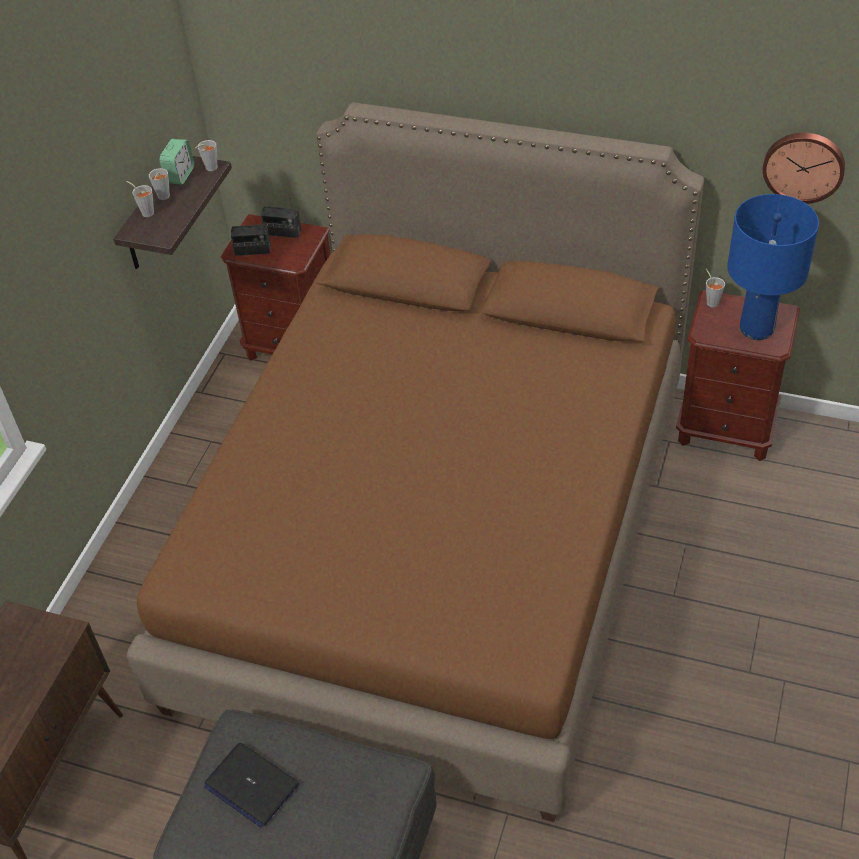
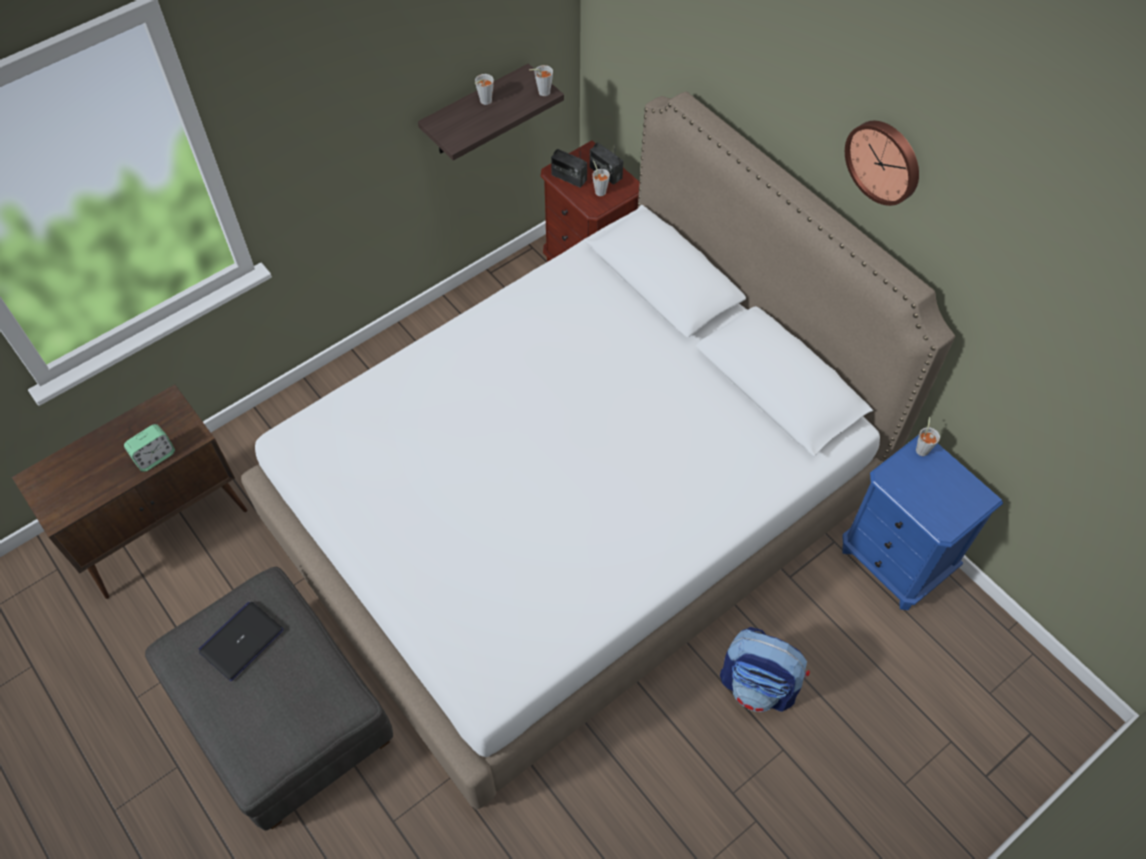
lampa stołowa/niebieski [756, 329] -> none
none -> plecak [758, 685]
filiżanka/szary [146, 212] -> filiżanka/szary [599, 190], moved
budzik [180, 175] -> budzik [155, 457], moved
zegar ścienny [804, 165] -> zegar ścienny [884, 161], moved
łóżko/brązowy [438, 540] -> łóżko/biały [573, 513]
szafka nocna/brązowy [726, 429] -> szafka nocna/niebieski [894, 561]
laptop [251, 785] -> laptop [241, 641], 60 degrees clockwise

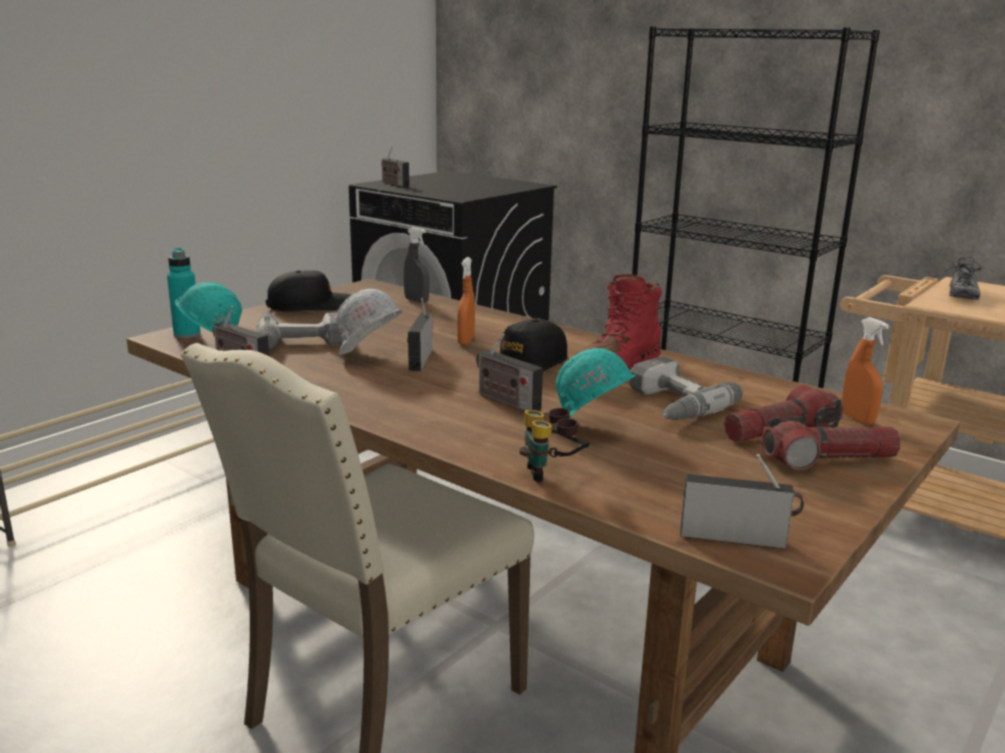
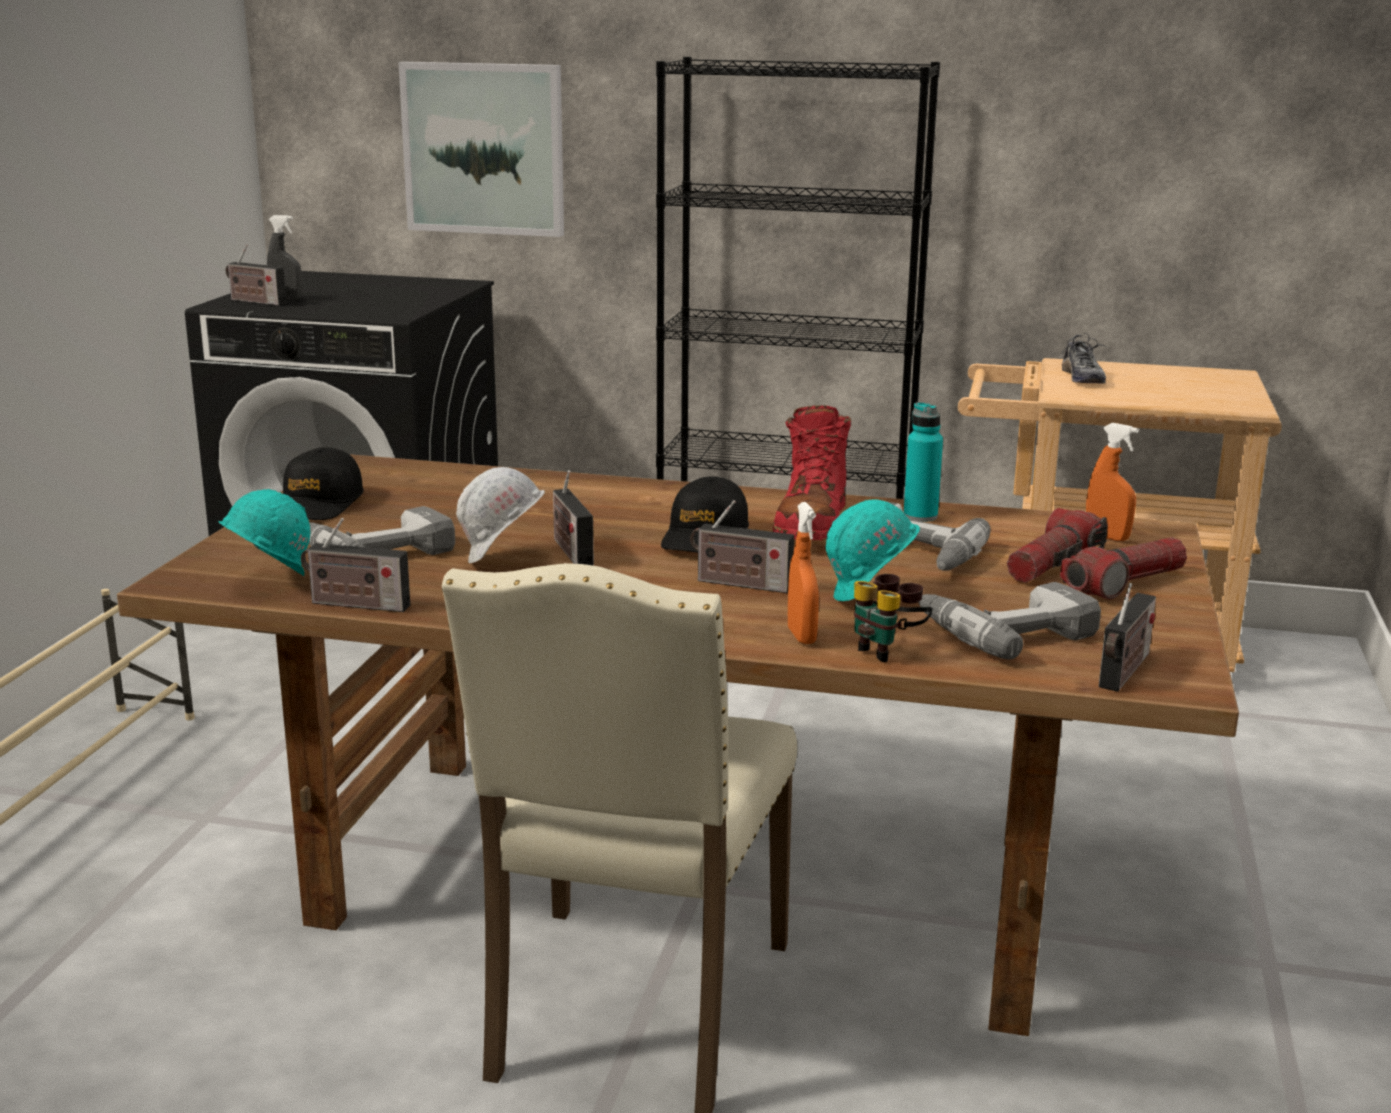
none -> obraz [484, 149]
none -> wiertarka [1004, 630]
butelka/turkusowy [187, 334] -> butelka/turkusowy [920, 516], moved
spryskiwacz/szary [416, 300] -> spryskiwacz/szary [286, 299], moved
spryskiwacz/pomarańczowy [466, 341] -> spryskiwacz/pomarańczowy [801, 636], moved
czapka z daszkiem/czarny [310, 305] -> czapka z daszkiem/czarny [318, 505], 150 degrees clockwise
radio [737, 537] -> radio [1124, 672], 135 degrees clockwise

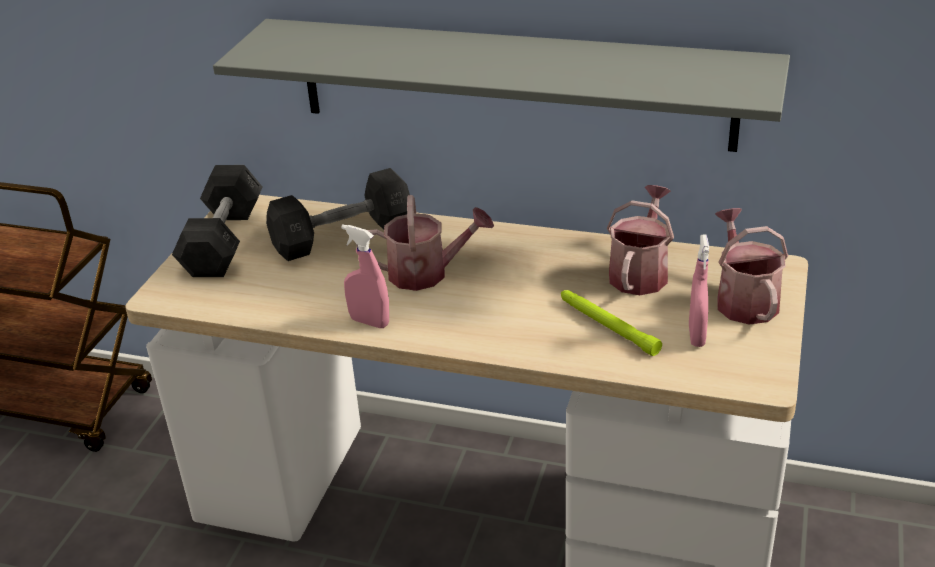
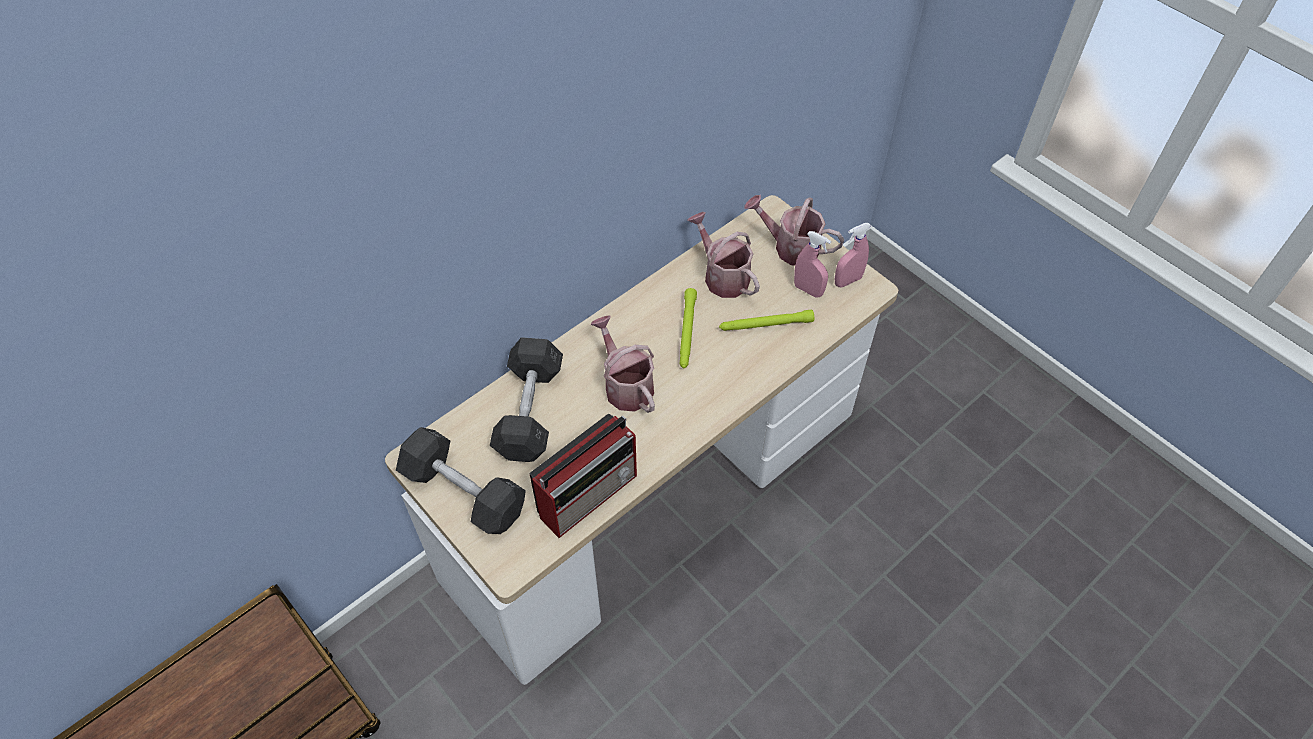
półka/szary [512, 83] -> none
none -> radio [589, 494]
none -> latarka/zielony [687, 332]
spryskiwacz/różowy [369, 322] -> spryskiwacz/różowy [847, 281], moved
konewka [426, 273] -> konewka [625, 385], 60 degrees counterclockwise

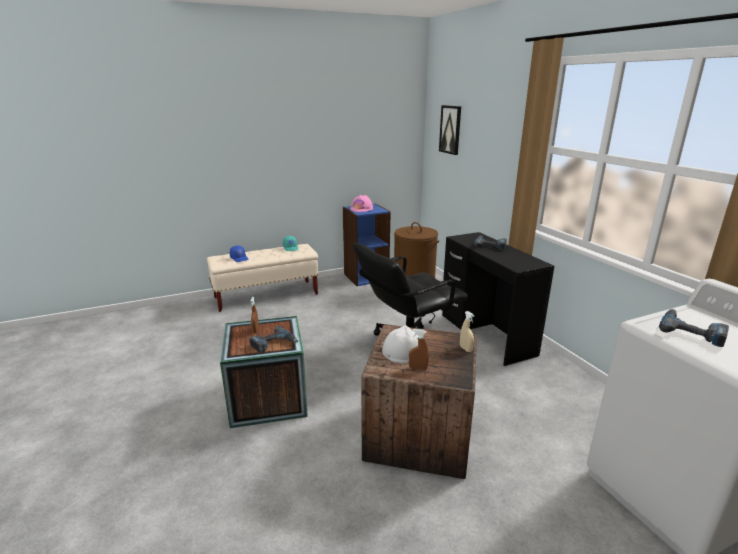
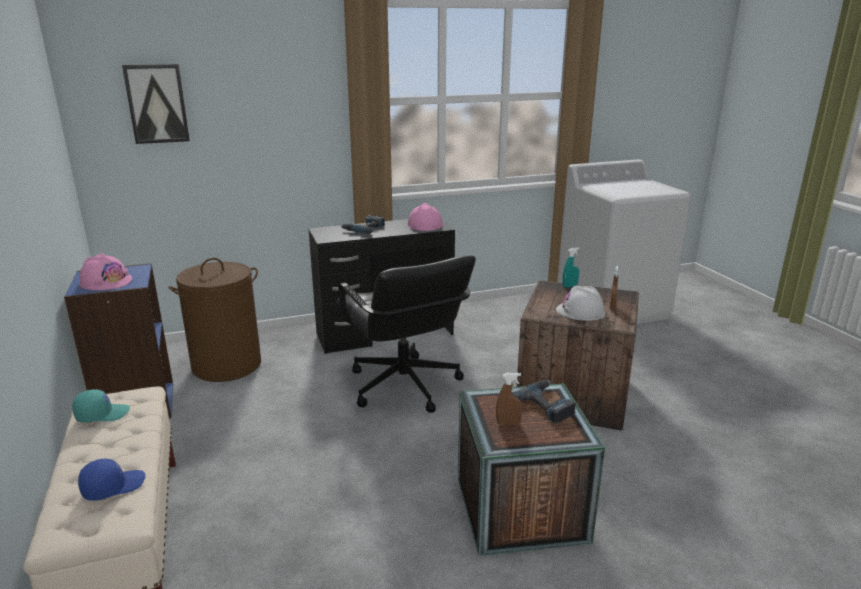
wiertarka [691, 331] -> none
none -> kask/różowy [424, 225]
spryskiwacz/beżowy [465, 349] -> spryskiwacz/turkusowy [569, 286]

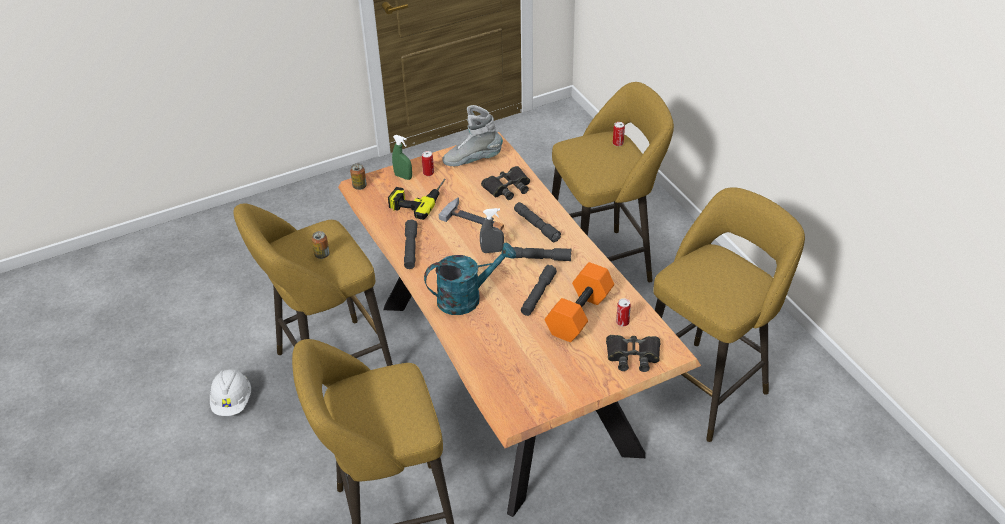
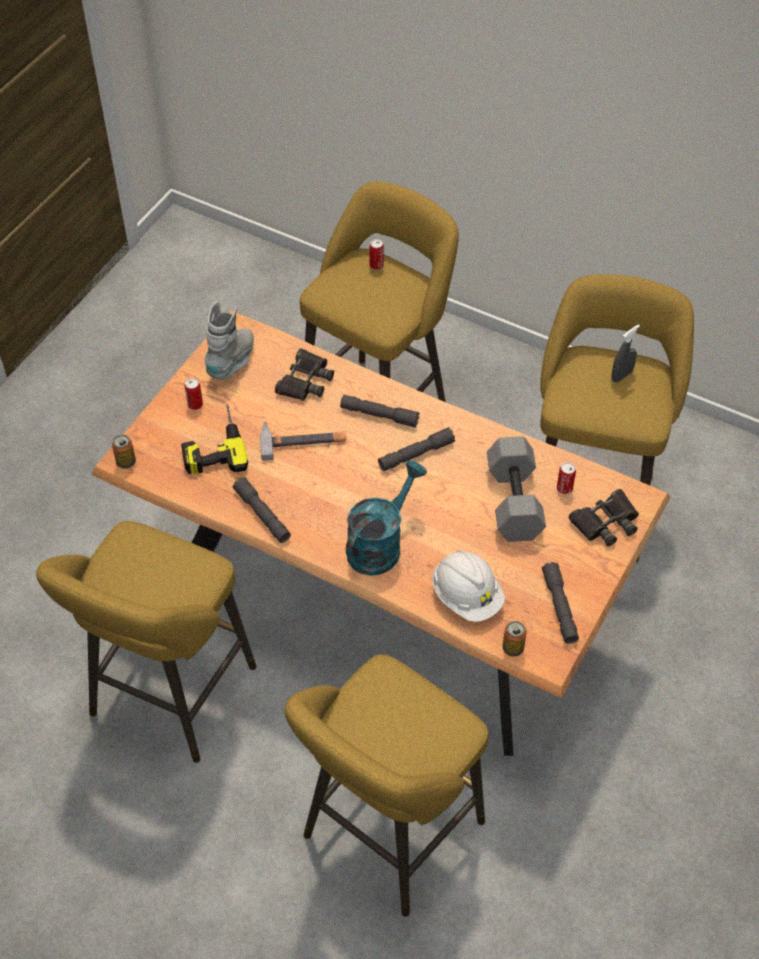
spryskiwacz/zielony [403, 176] -> none
kask/biały [232, 401] -> kask/biały [467, 596], moved
puszka [322, 255] -> puszka [513, 648], moved
spryskiwacz/szary [492, 251] -> spryskiwacz/szary [621, 376], moved
latarka/szary [538, 294] -> latarka/szary [559, 607], moved
hantel/pomarańczowy [578, 313] -> hantel/szary [512, 501]
but z cholewką/szary [472, 160] -> but z cholewką/szary [233, 362], 150 degrees clockwise

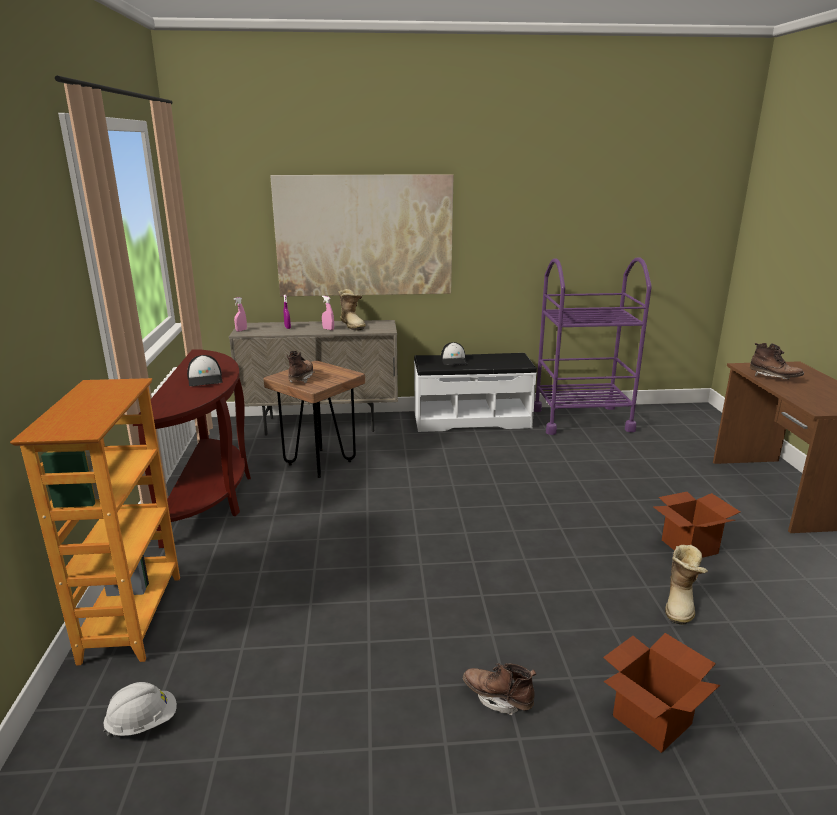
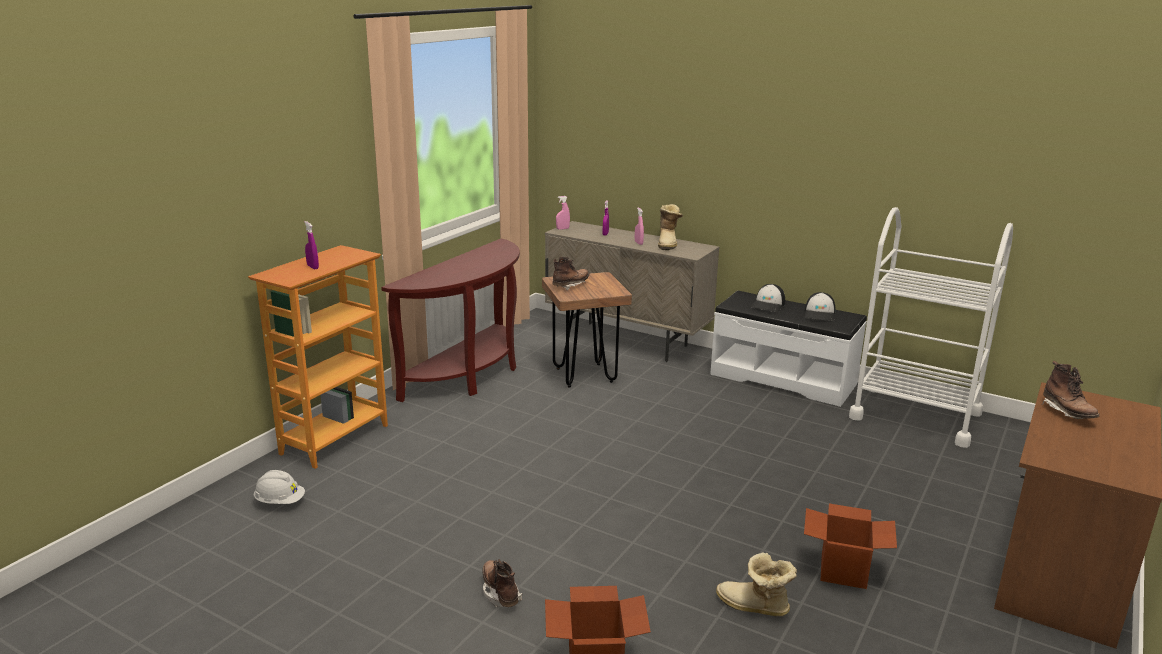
obraz [364, 236] -> none
none -> spryskiwacz/fioletowy [313, 267]
czapka z daszkiem [205, 379] -> czapka z daszkiem [820, 314], moved
wózek/fioletowy [581, 420] -> wózek/biały [915, 415]
but z cholewką [681, 604] -> but z cholewką [754, 607], 60 degrees clockwise

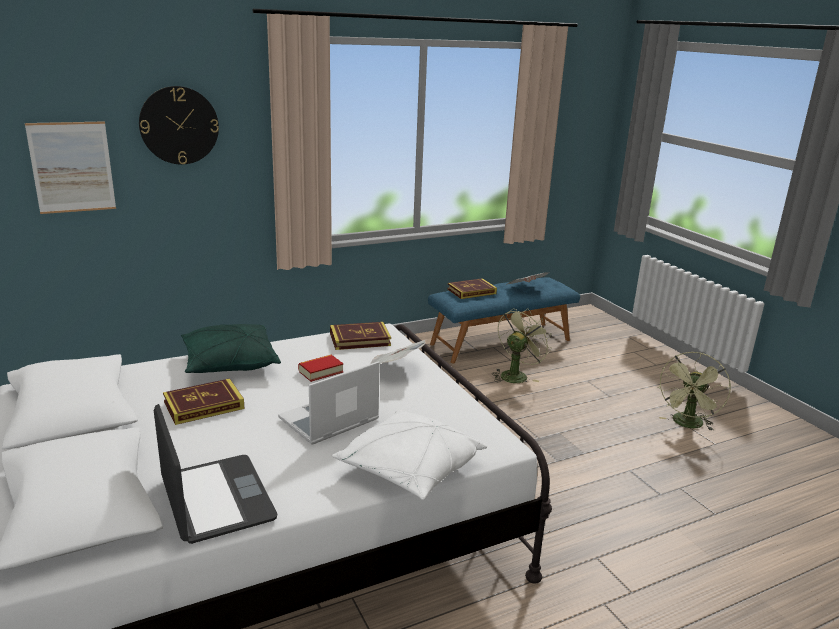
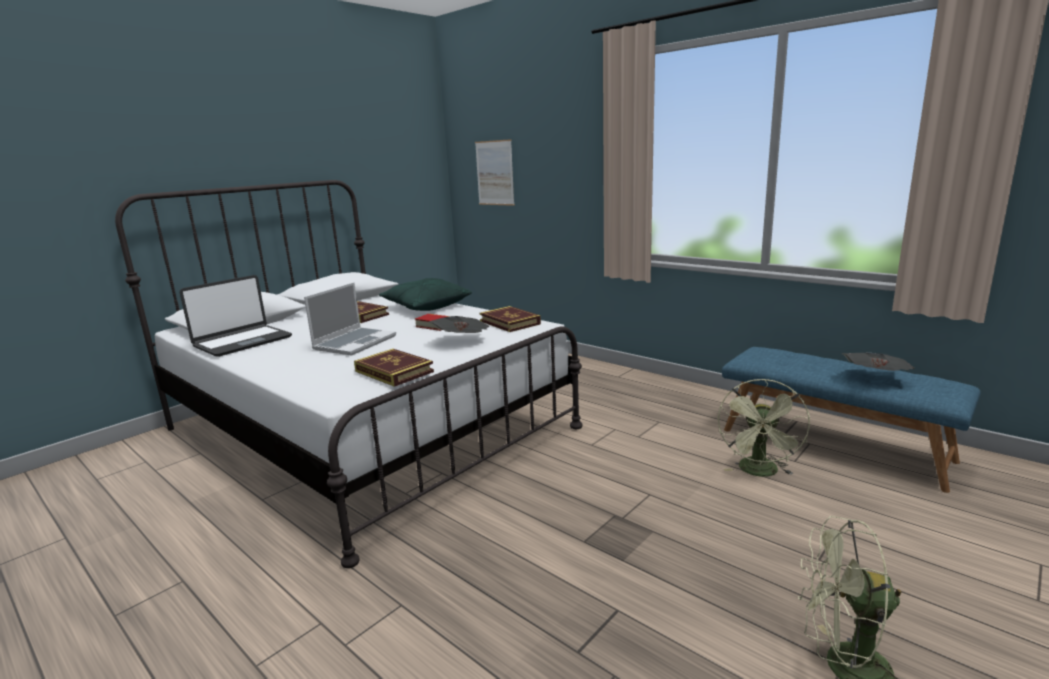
zegar ścienny [179, 125] -> none
poduszka/biały [409, 469] -> none
książka [471, 291] -> książka [394, 371], moved
laptop [328, 420] -> laptop [355, 342], 90 degrees clockwise
wentylator/zielony [516, 375] -> wentylator/zielony [760, 472], 90 degrees clockwise

